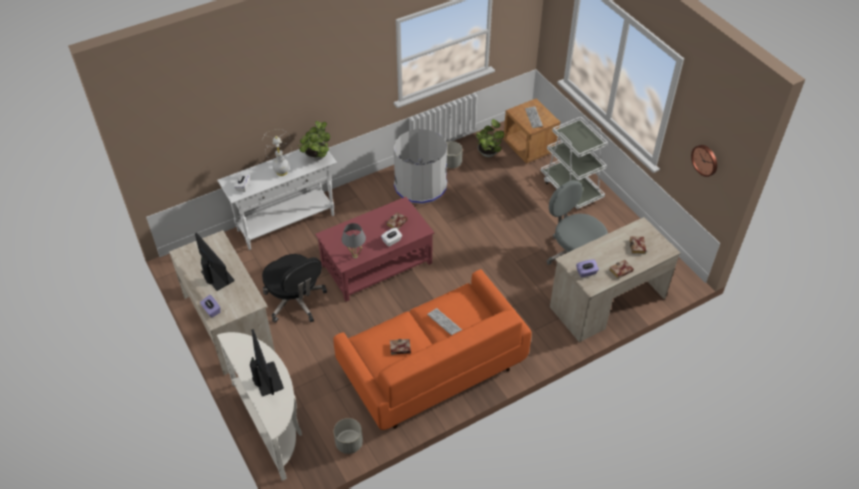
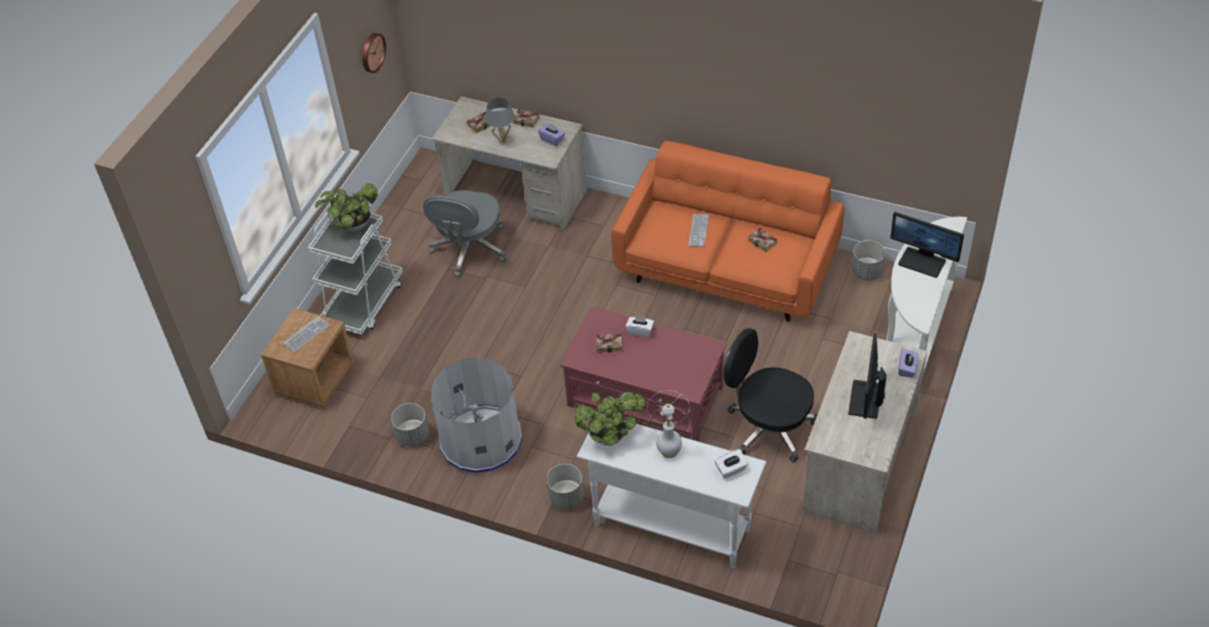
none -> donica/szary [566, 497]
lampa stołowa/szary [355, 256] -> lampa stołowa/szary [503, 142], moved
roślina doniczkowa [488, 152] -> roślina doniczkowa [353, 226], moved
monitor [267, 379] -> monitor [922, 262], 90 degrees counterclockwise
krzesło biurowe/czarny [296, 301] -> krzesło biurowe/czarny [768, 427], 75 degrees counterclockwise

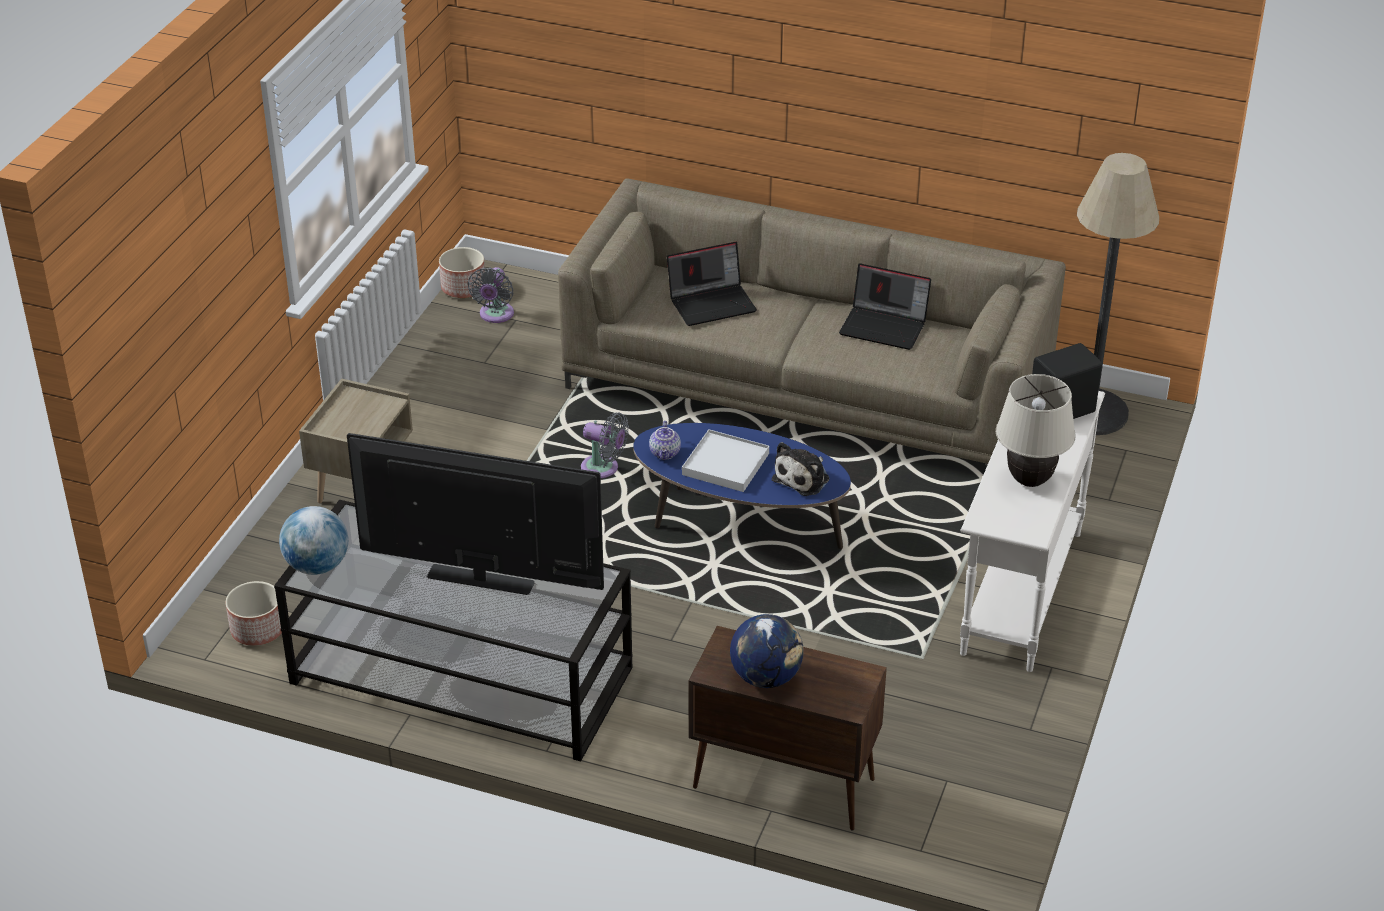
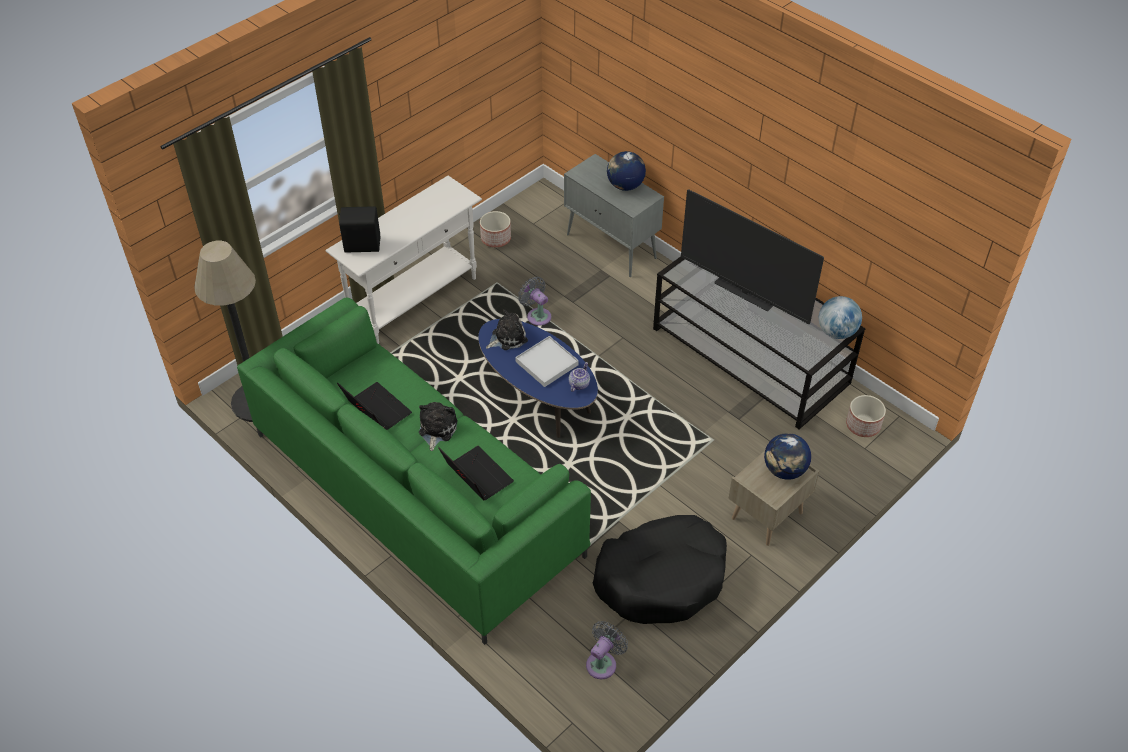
lampa stołowa/beżowy [1030, 480] -> none
none -> pluszak [436, 429]
none -> legowisko/czarny [661, 578]
none -> globus [784, 470]
donica [464, 288] -> donica [495, 238], moved
wentylator/szary [603, 469] -> wentylator/szary [537, 315], moved
kanapa/beżowy [807, 385] -> kanapa/zielony [416, 493]
szafka/brązowy [781, 783] -> szafka/szary [612, 247]
laptop [712, 303] -> laptop [476, 476], 45 degrees clockwise

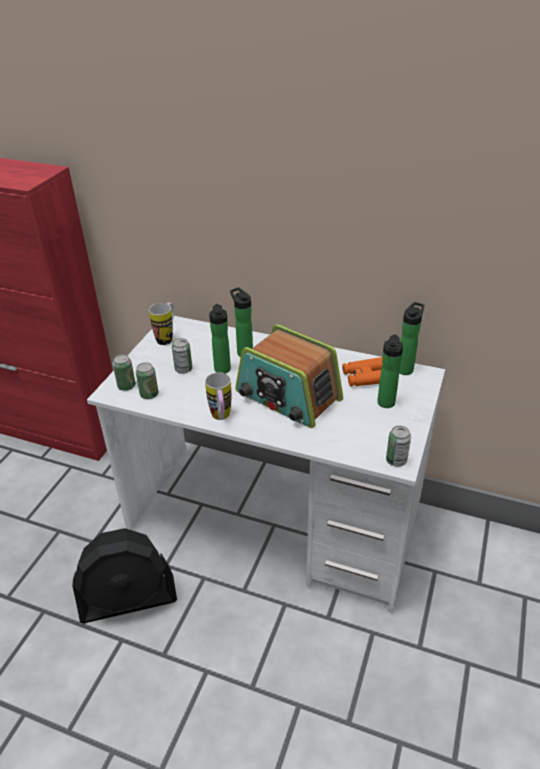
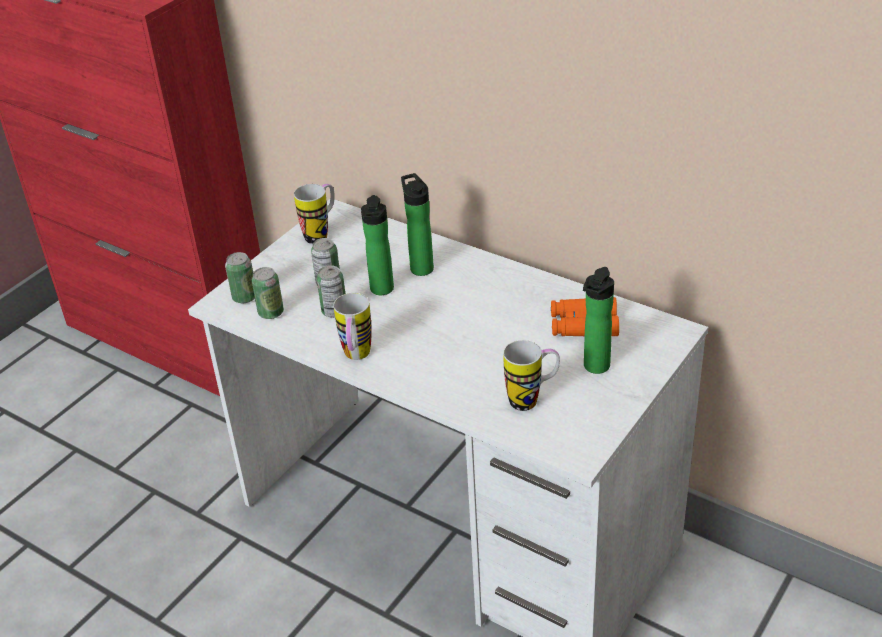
wentylator/czarny [129, 599] -> none
radio [288, 397] -> none
butelka [406, 368] -> none
none -> kubek [532, 400]
puszka [396, 460] -> puszka [334, 311], moved

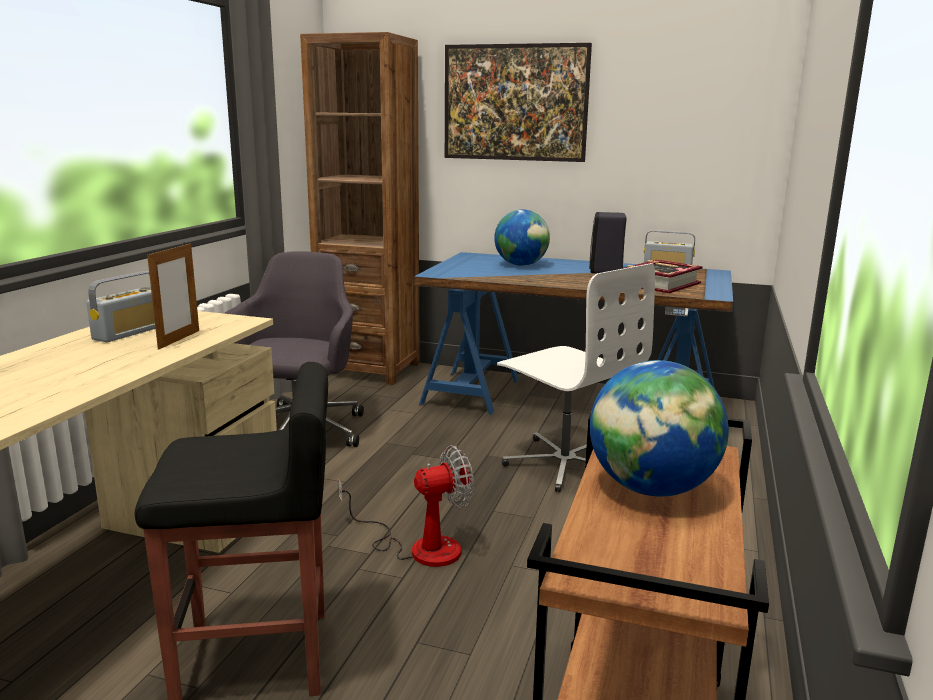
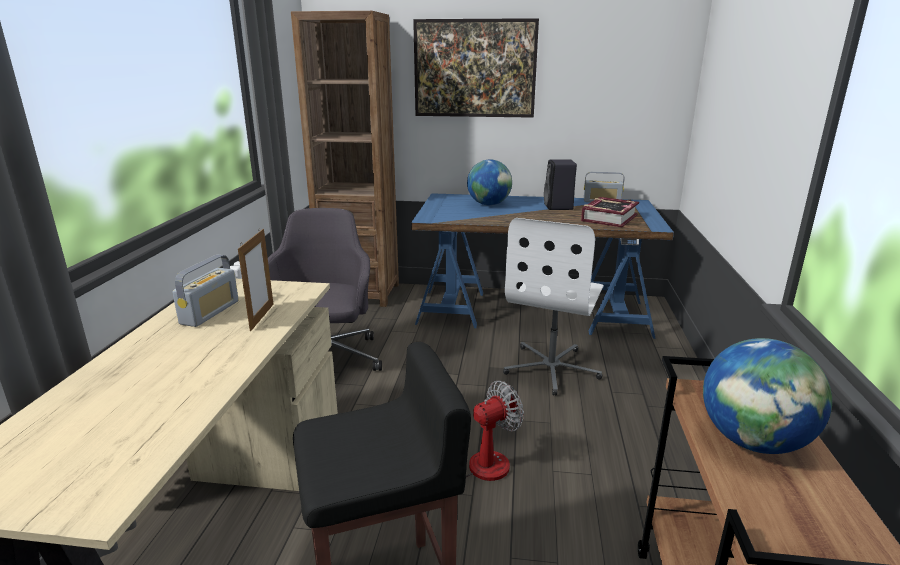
krzesło biurowe/biały [564, 463] -> krzesło biurowe/biały [552, 368], 75 degrees clockwise

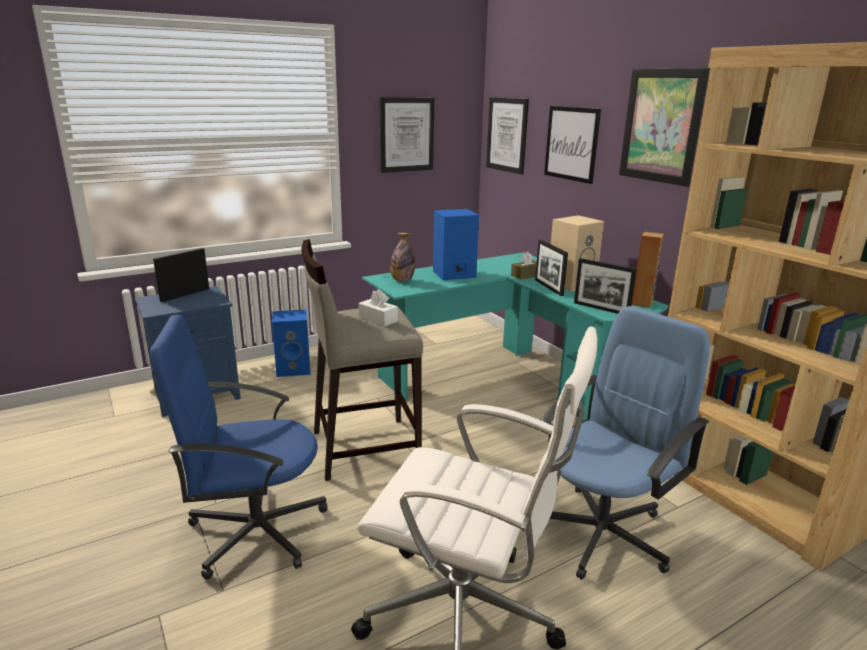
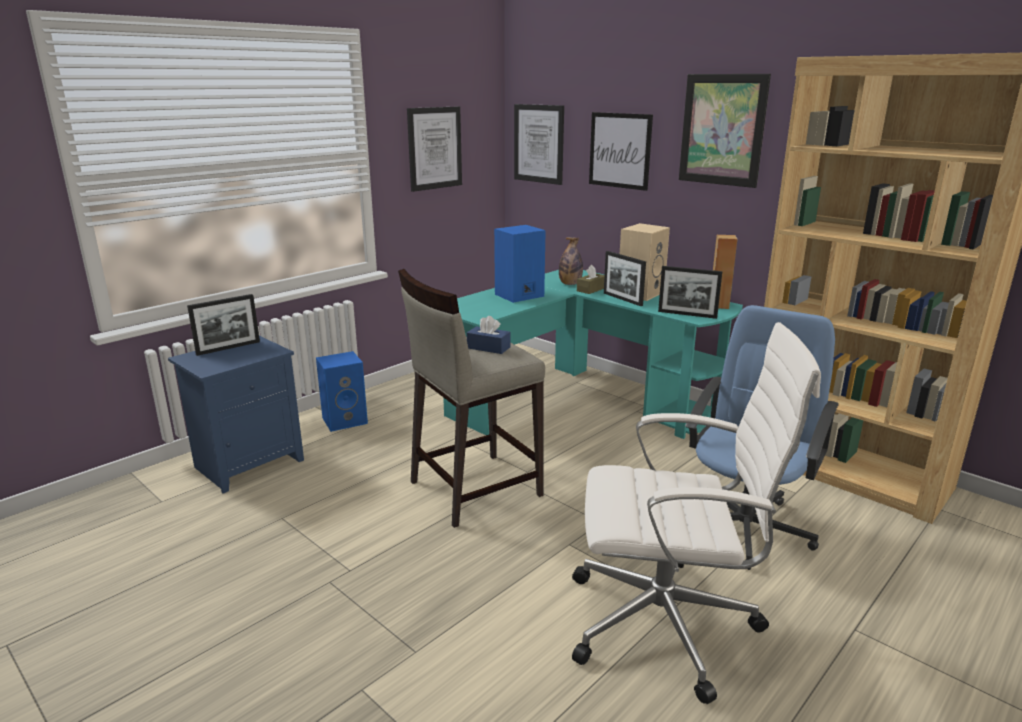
krzesło biurowe/niebieski [255, 531] -> none
butelka [402, 280] -> butelka [570, 284], moved
pudełko chusteczek/biały [378, 319] -> pudełko chusteczek/niebieski [488, 348]
ramka na zdjęcie [185, 295] -> ramka na zdjęcie [228, 348], 150 degrees counterclockwise

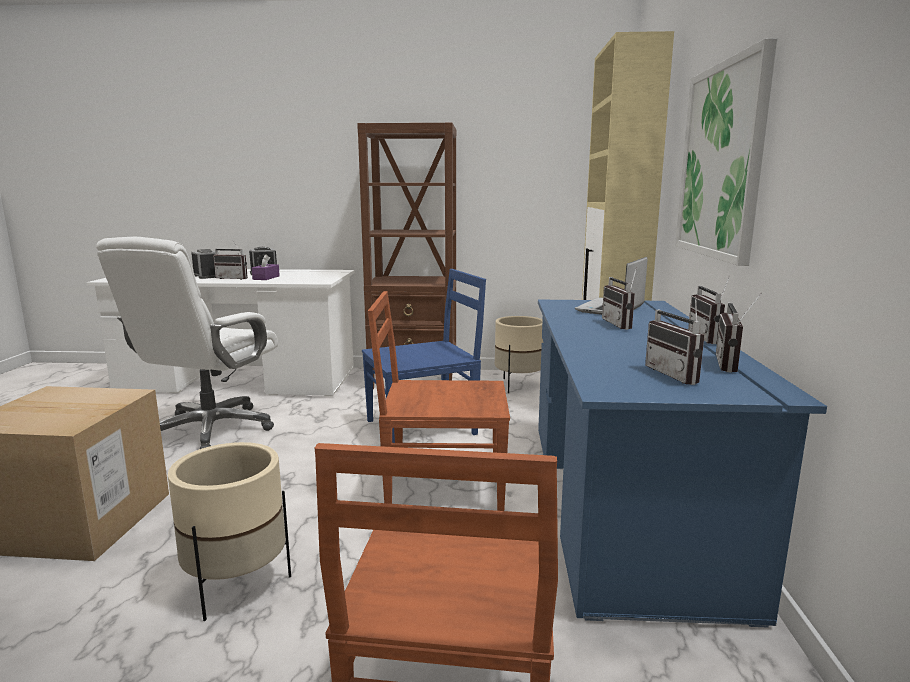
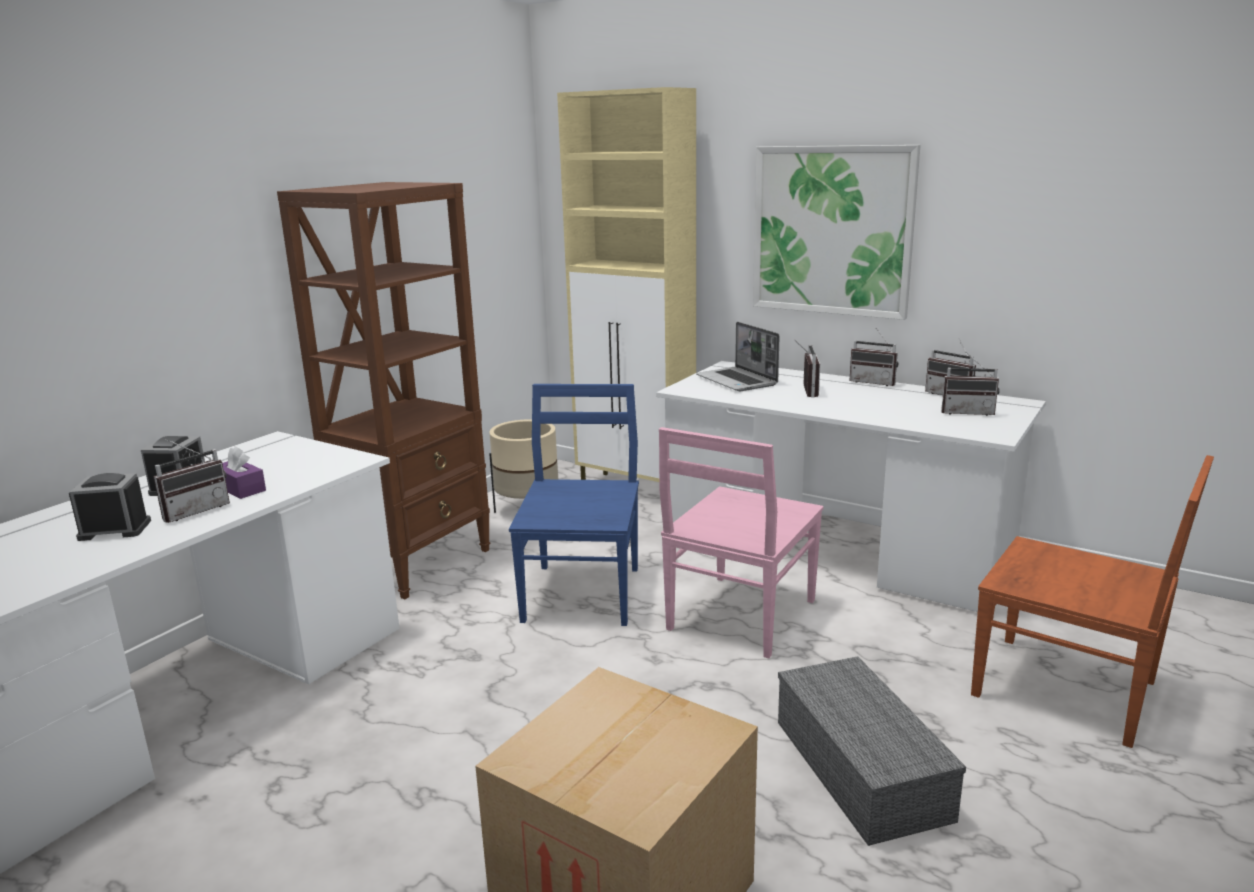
krzesło biurowe/biały [210, 430] -> none
donica/beżowy [237, 585] -> pojemnik do przechowywania/szary [864, 770]
krzesło/brązowy [442, 485] -> krzesło/różowy [739, 616]
biurko/niebieski [623, 503] -> biurko/biały [836, 548]
radio [622, 325] -> radio [804, 391], 105 degrees counterclockwise

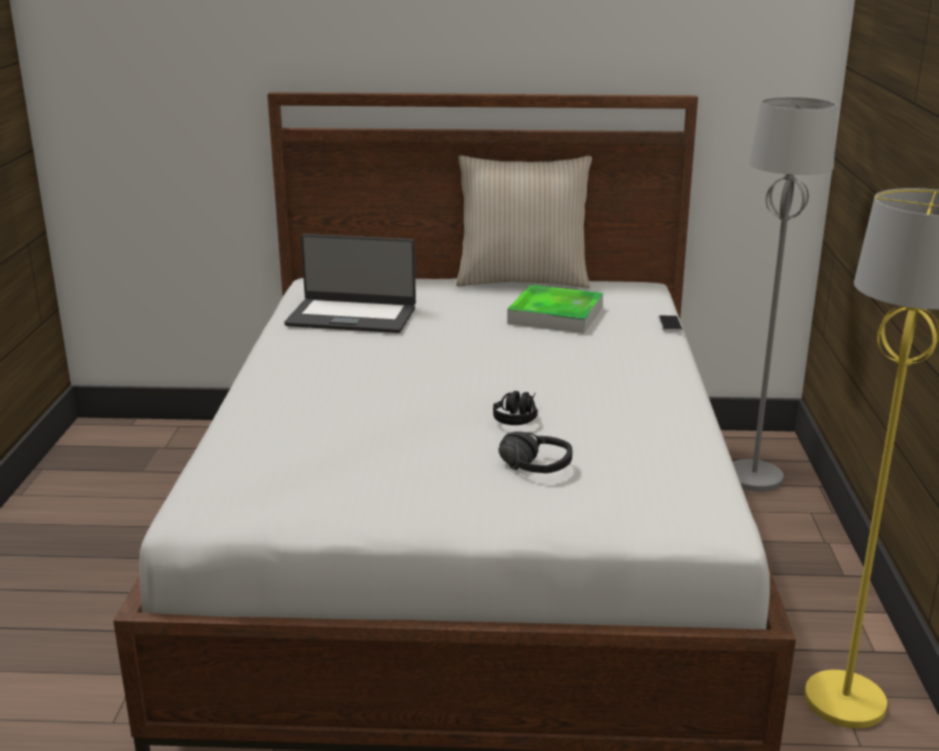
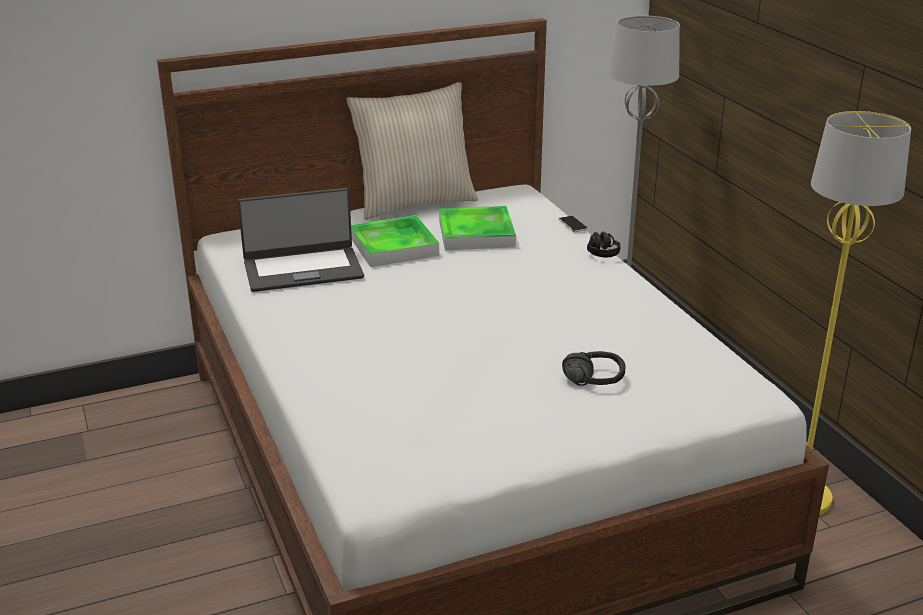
none -> taca [394, 246]
słuchawki/czarny [517, 416] -> słuchawki/czarny [601, 250], moved

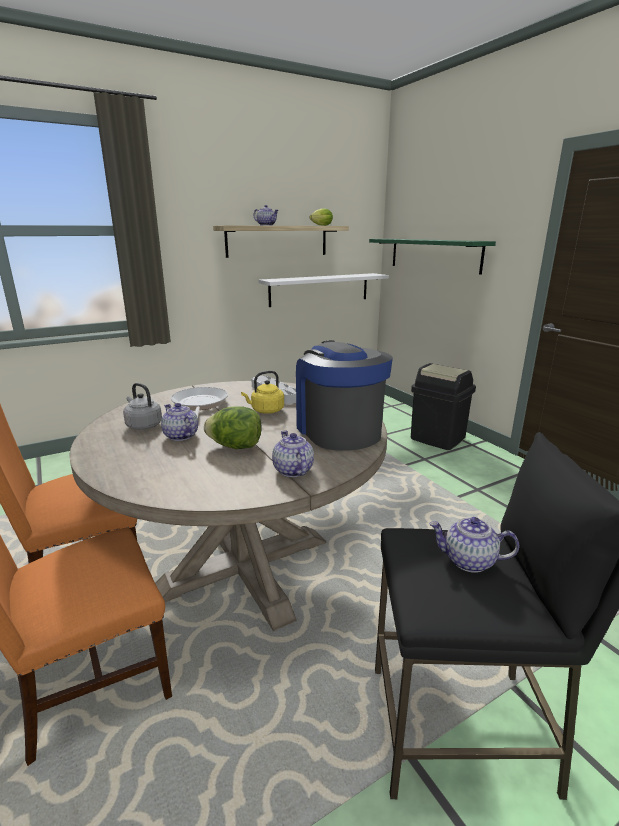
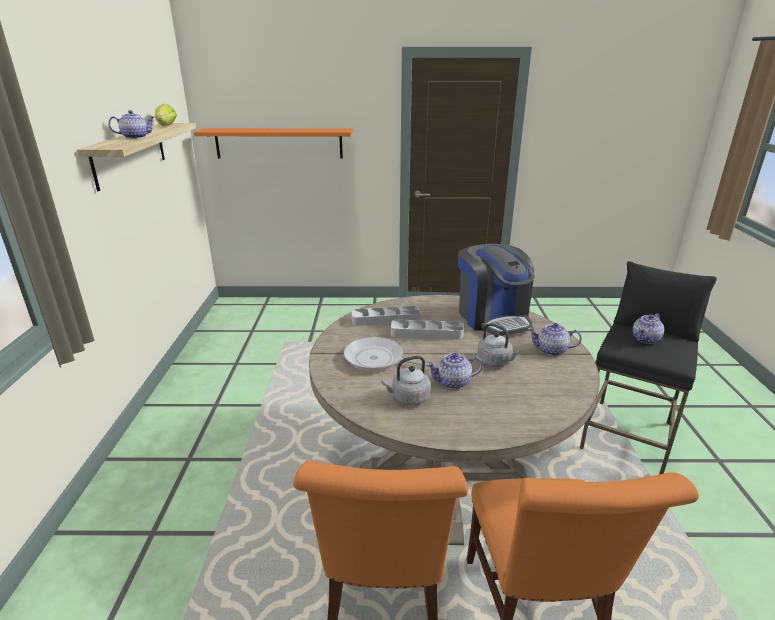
półka/biały [319, 289] -> none
kosz na śmieci/czarny [437, 438] -> none
sałata [236, 446] -> czajnik/szary [495, 362]
czajnik/żółty [266, 410] -> taca/szary [426, 333]
półka/zielony [434, 254] -> półka/pomarańczowy [279, 143]
ekspres do kawy [338, 430] -> ekspres do kawy [492, 317], 120 degrees counterclockwise

